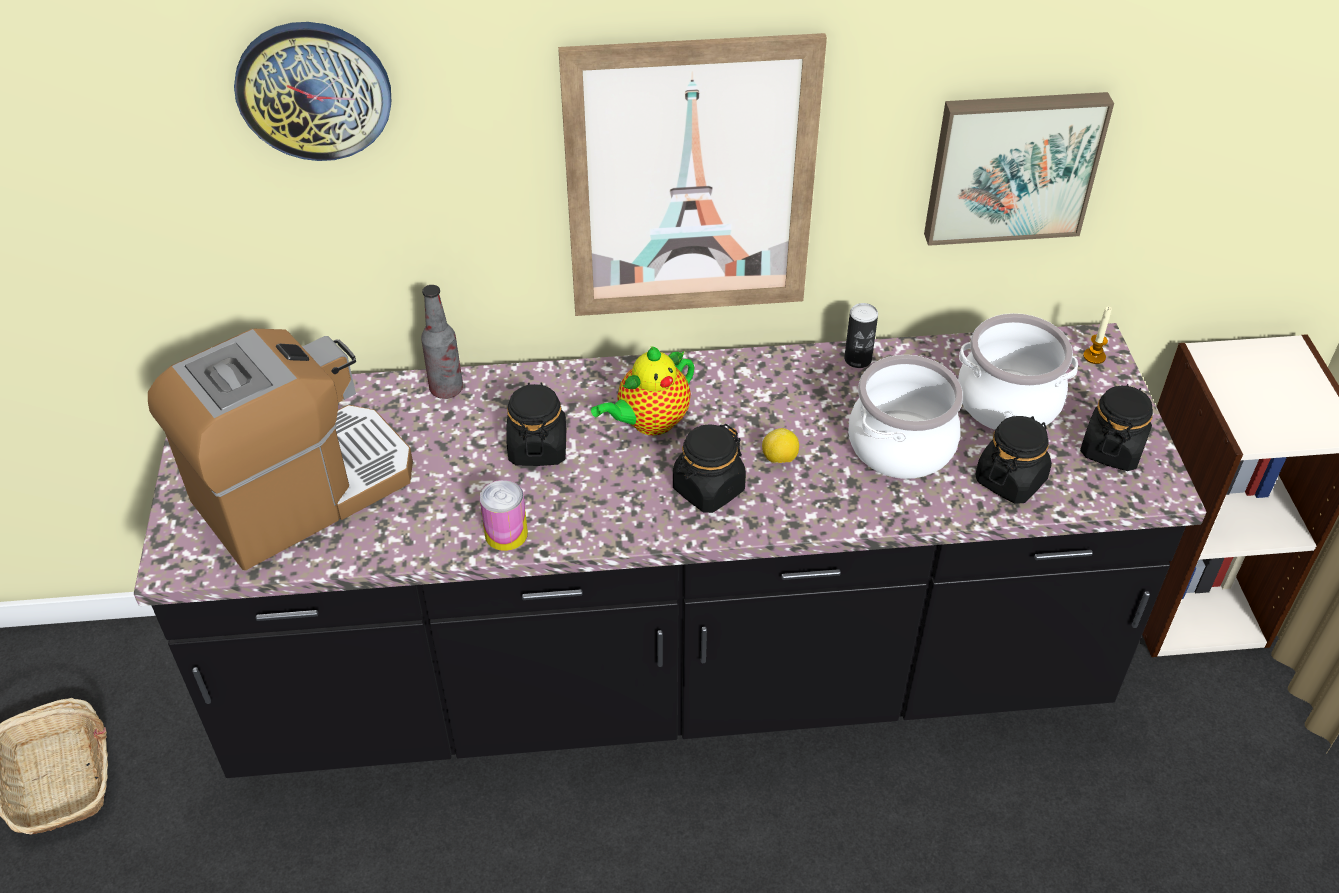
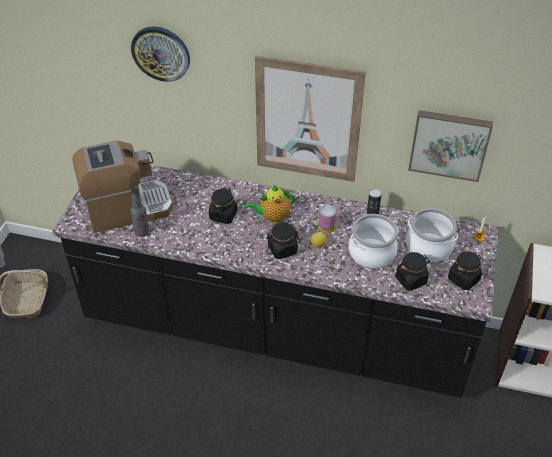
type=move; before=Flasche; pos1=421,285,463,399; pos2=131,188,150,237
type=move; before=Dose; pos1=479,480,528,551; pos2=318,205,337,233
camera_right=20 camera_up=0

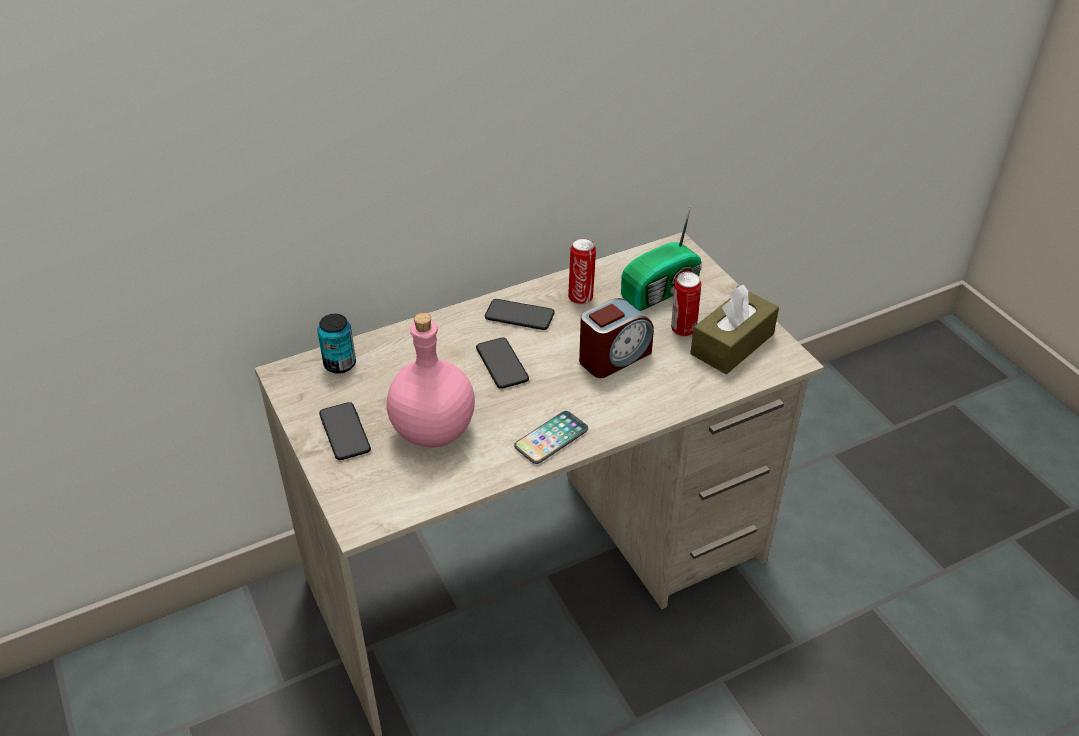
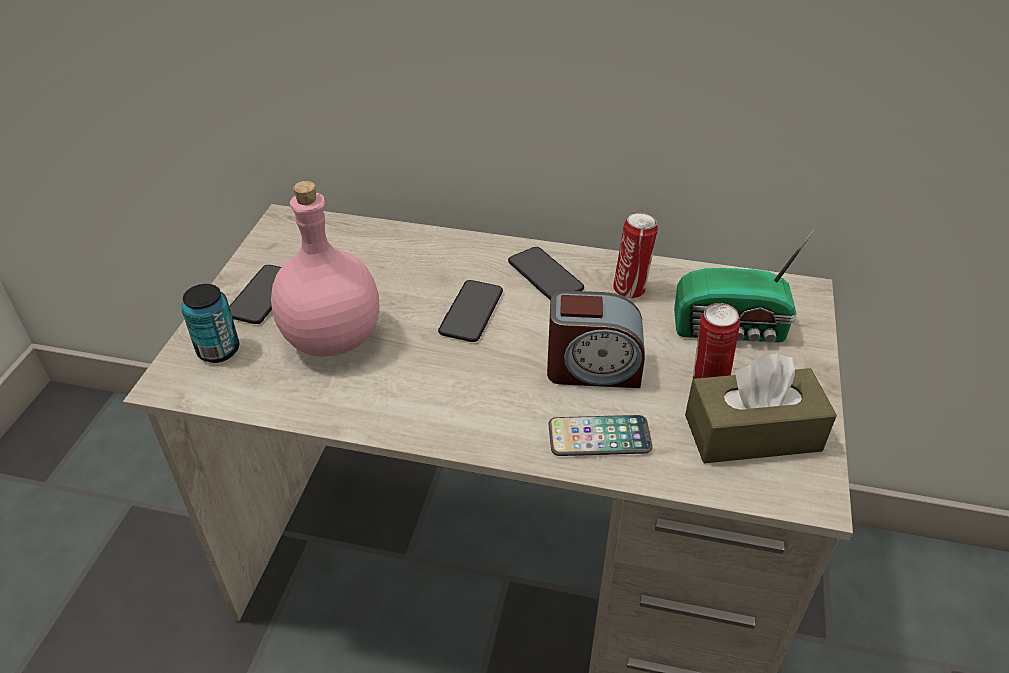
type=move; before=Dose; pos1=317,314,356,374; pos2=181,284,239,363
type=move; before=Handy; pos1=514,411,588,464; pos2=549,415,653,456
camera_right=40 camera_up=0

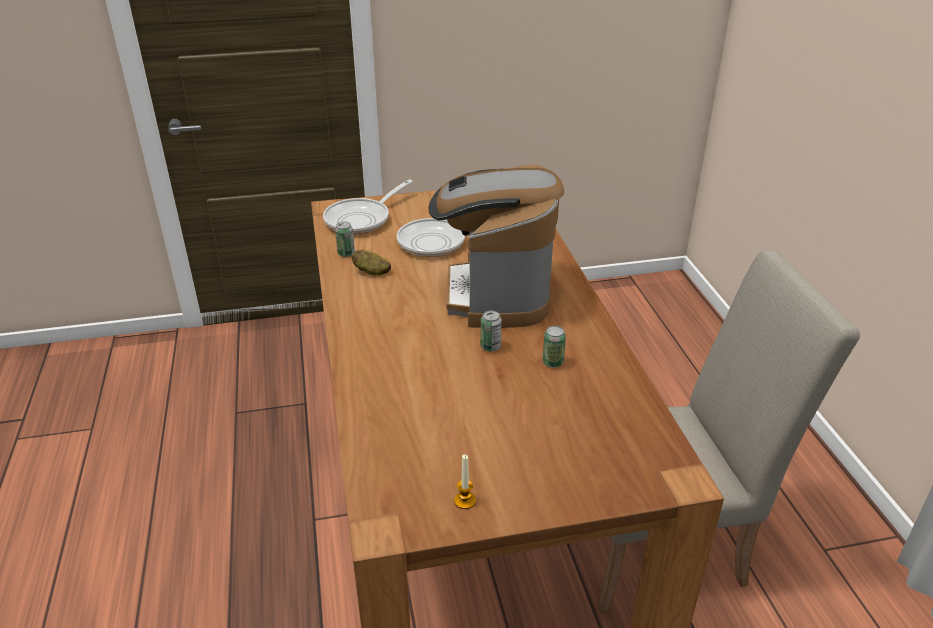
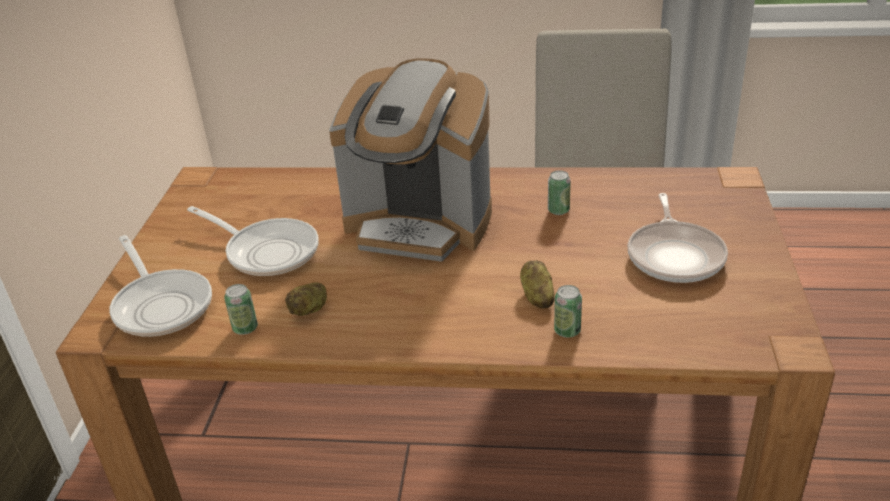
type=move; before=Dose; pos1=480,311,502,352; pos2=554,285,582,338
type=delete; before=Kerze; pos1=454,454,476,509
type=insert; after=Pfanne; pos2=628,193,728,283
type=insert; after=Kartoffel; pos2=520,260,555,308
camera_right=-70 camera_up=0

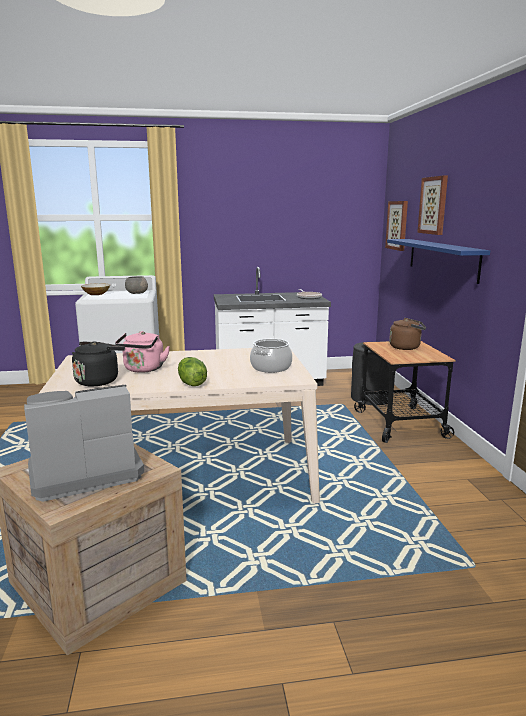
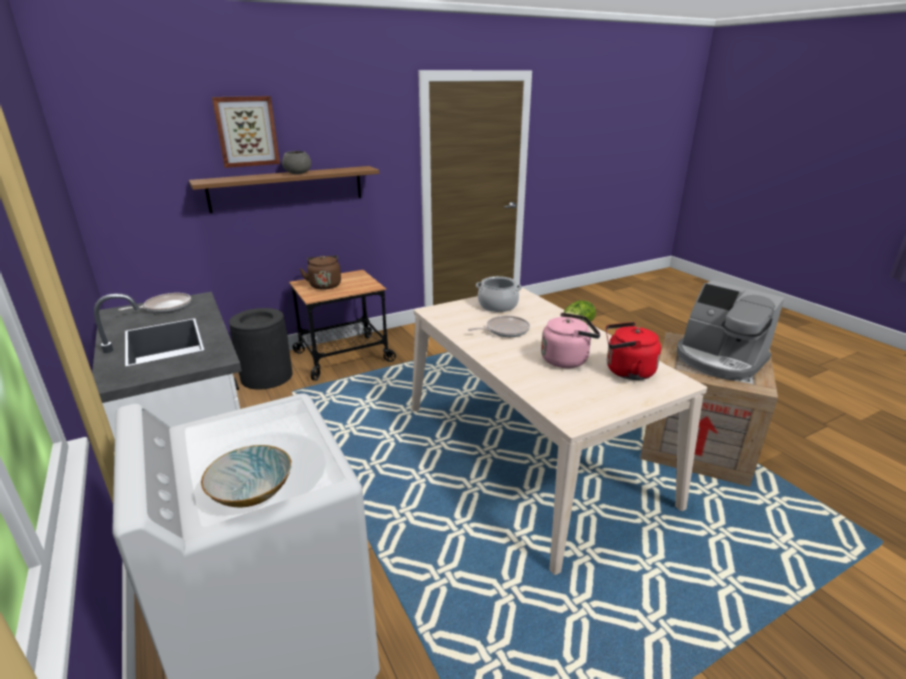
type=delete; before=Bild; pos1=385,201,408,251
type=recolor; before=Wandregal [blau]; after=Wandregal [braun]; pos1=387,239,490,284; pos2=189,166,379,213
type=move; before=Schüssel [grau]; pos1=125,276,148,294; pos2=282,151,311,174
type=recolor; before=Wasserkessel [schwarz]; after=Wasserkessel [rot]; pos1=72,341,125,386; pos2=606,322,661,380
type=insert; after=Pfanne; pos2=468,316,530,337
camera_right=-110 camera_up=10

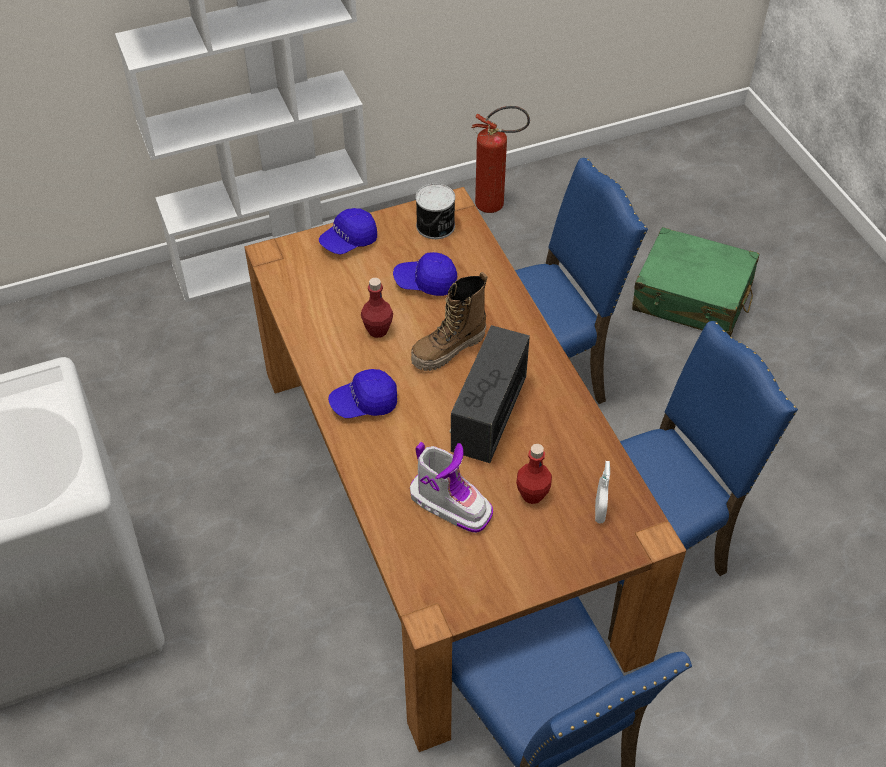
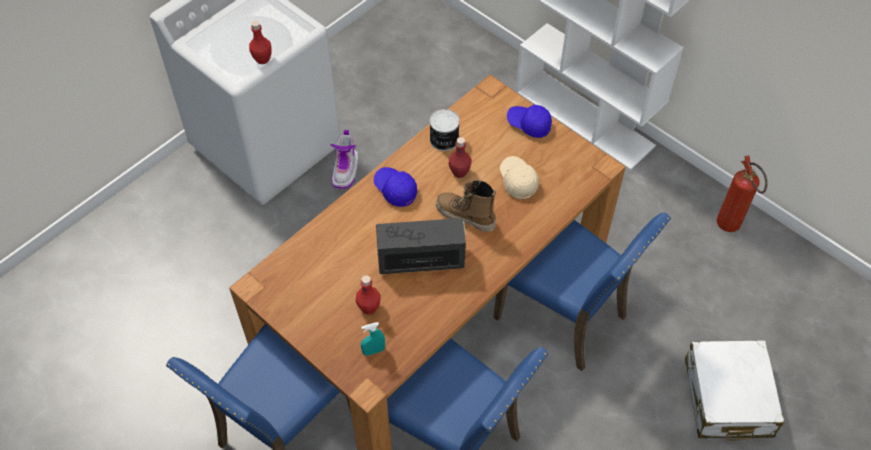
type=move; before=Dose; pos1=416,183,455,239; pos2=430,109,460,151
type=recolor; before=Koffer [grün]; after=Koffer [weiß]; pos1=632,227,759,336; pos2=685,340,784,441
type=recolor; before=Kappe [blau]; after=Kappe [beige]; pos1=393,252,457,296; pos2=500,156,539,199
type=move; before=Stiefel; pos1=410,442,493,533; pos2=330,130,358,189
type=recolor; before=Sprühflasche [weiß]; after=Sprühflasche [türkis]; pos1=595,461,610,524; pos2=361,322,385,356
type=insert; after=Flasche [rot]; pos2=249,21,272,64
camera_right=65 camera_up=5

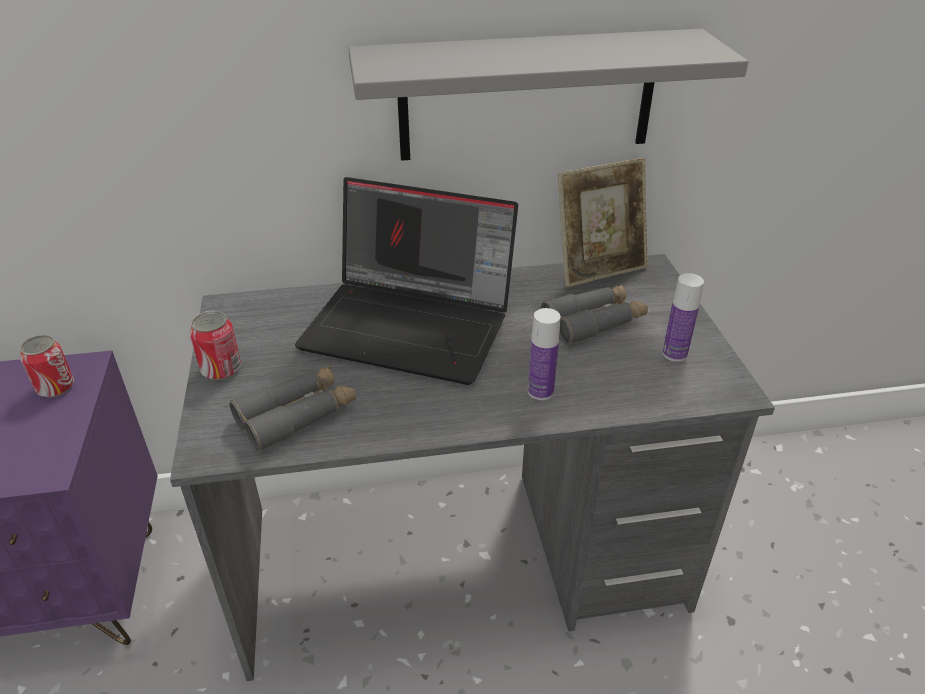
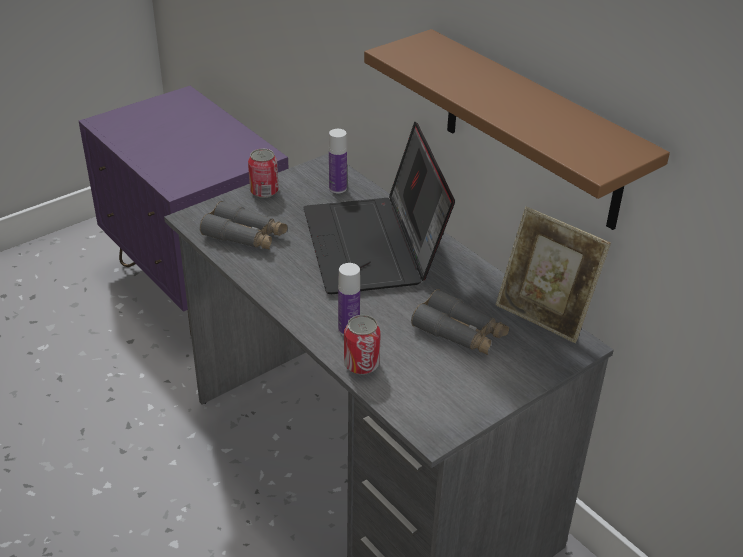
type=recolor; before=Wandregal [grau]; after=Wandregal [braun]; pos1=348,29,748,161; pos2=364,29,670,230
type=move; before=Flasche; pos1=662,273,704,362; pos2=329,129,347,193
type=move; before=Dose; pos1=20,335,74,397; pos2=344,315,381,375
camera_right=60 camera_up=0

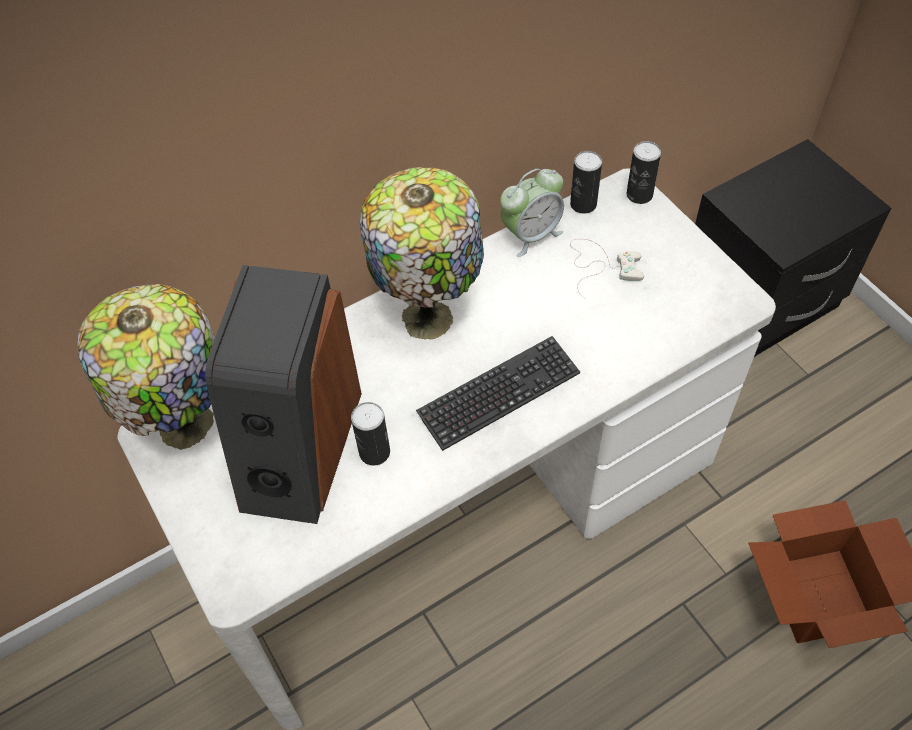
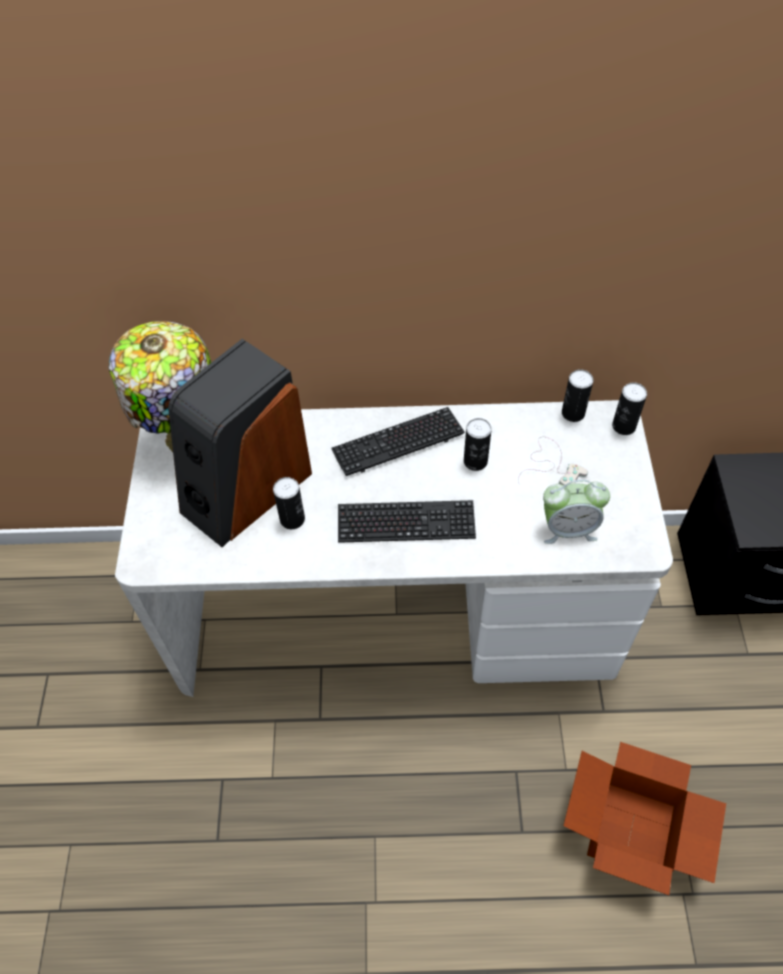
type=replace; before=Tischlampe; after=Tastatur; pos1=360,167,484,340; pos2=331,407,465,476
type=move; before=Wecker; pos1=500,169,564,257; pos2=543,480,610,544
type=insert; after=Dose; pos2=464,418,492,471
camera_right=30 camera_up=0

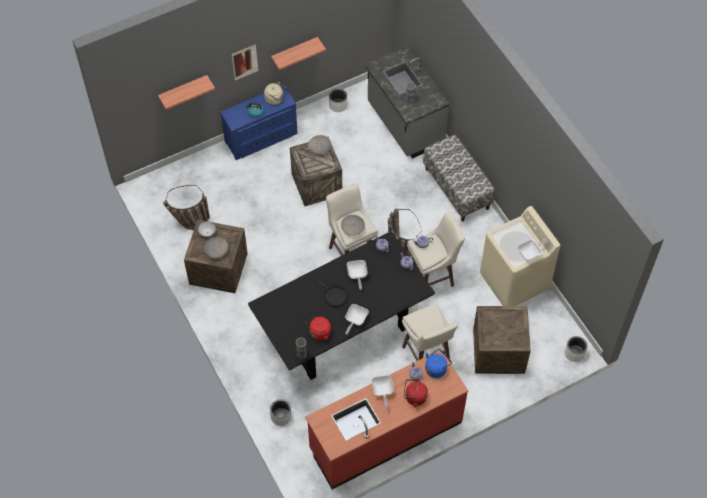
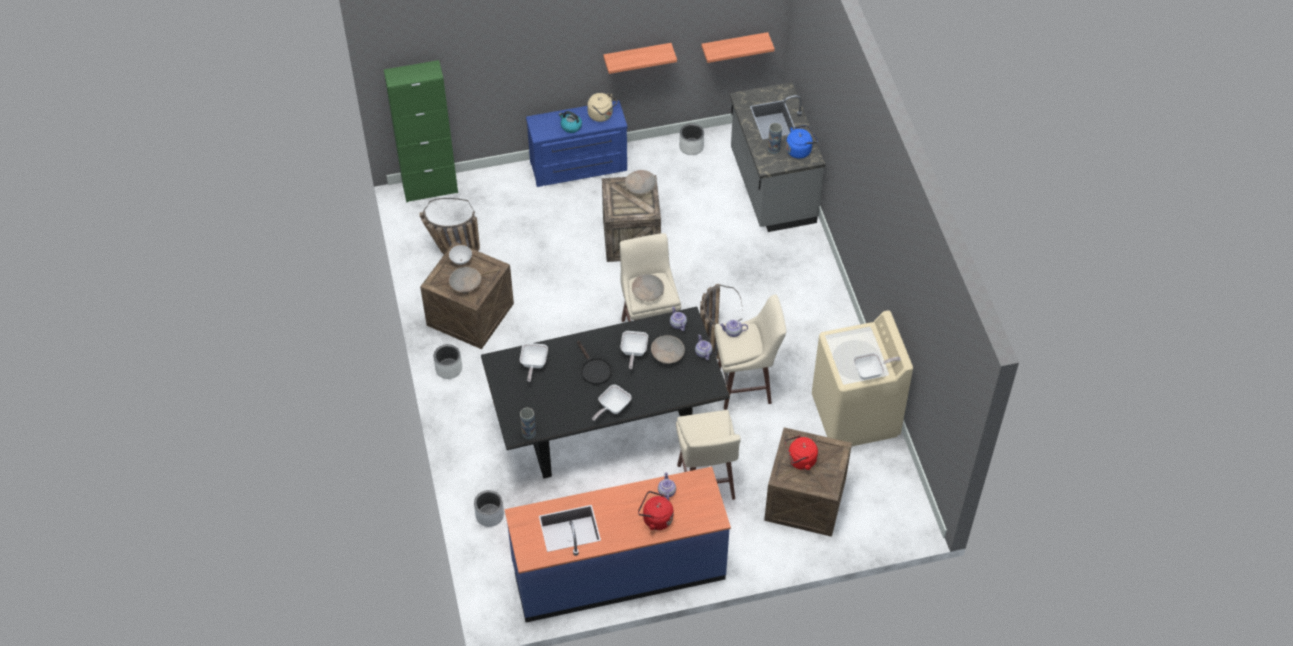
type=delete; before=Bild; pos1=232,44,258,81
type=move; before=Wandregal; pos1=158,75,215,110; pos2=701,32,775,63
type=delete; before=Bank; pos1=423,135,495,222
type=move; before=Wasserkessel [rot]; pos1=305,316,331,340; pos2=785,435,818,470
type=move; before=Pflanzkübel [weiß]; pos1=565,336,588,362; pos2=434,344,462,379
type=recolor; before=Küchenzeile [rot]; after=Küchenzeile [blau]; pos1=305,349,468,489; pos2=504,467,731,622
type=move; before=Wasserkessel [blau]; pos1=425,349,452,378; pos2=786,125,818,159
type=move; before=Pfanne; pos1=372,375,394,409; pos2=520,343,548,382
type=insert; after=Schrank [grün]; pos2=384,60,458,202
type=insert; after=Schüssel [beige]; pos2=651,335,685,364
camera_right=15 camera_up=-5

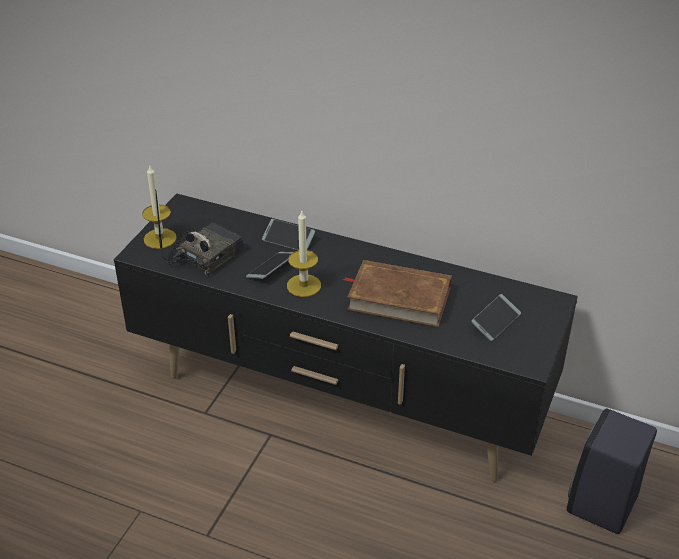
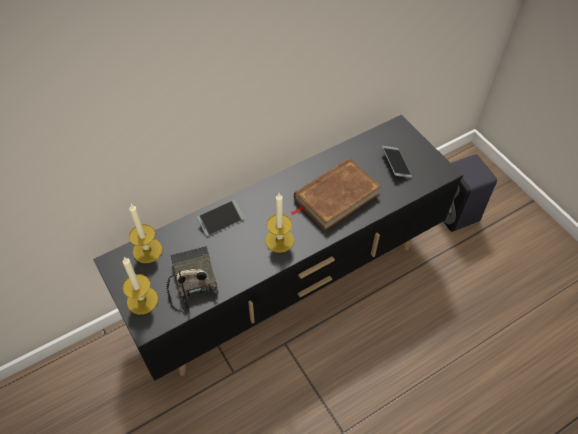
type=delete; before=Handy; pos1=246,252,293,279
type=insert; after=Kerze; pos2=129,204,162,263
camera_right=-55 camera_up=15

